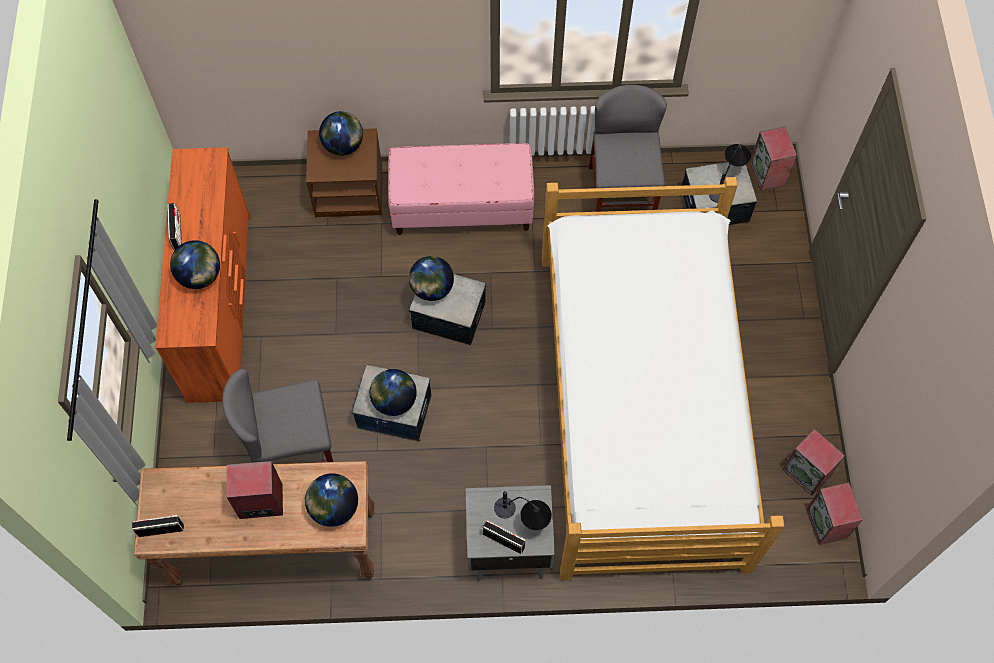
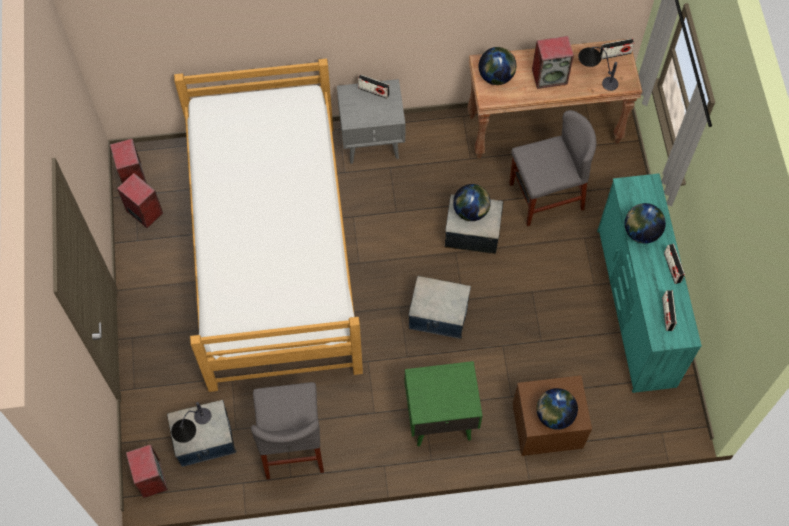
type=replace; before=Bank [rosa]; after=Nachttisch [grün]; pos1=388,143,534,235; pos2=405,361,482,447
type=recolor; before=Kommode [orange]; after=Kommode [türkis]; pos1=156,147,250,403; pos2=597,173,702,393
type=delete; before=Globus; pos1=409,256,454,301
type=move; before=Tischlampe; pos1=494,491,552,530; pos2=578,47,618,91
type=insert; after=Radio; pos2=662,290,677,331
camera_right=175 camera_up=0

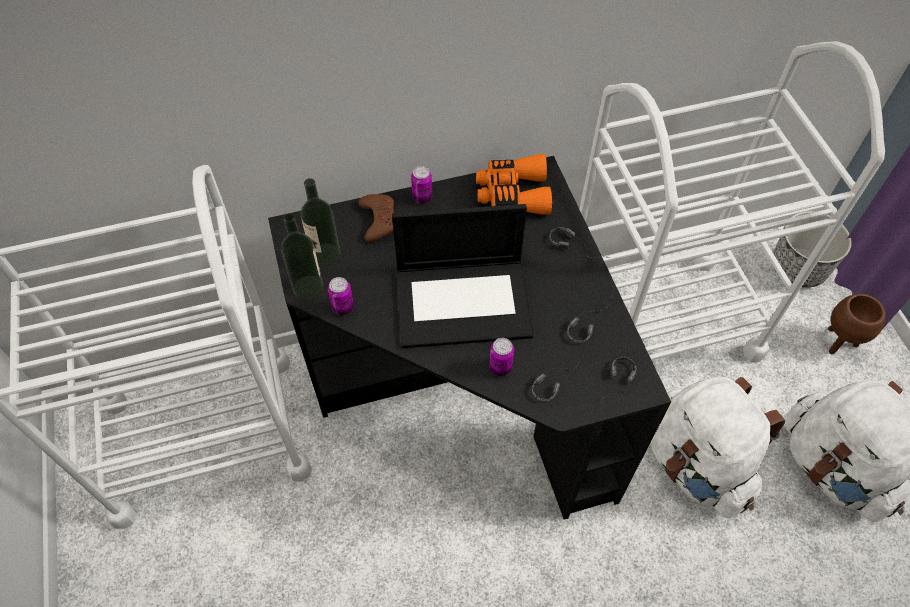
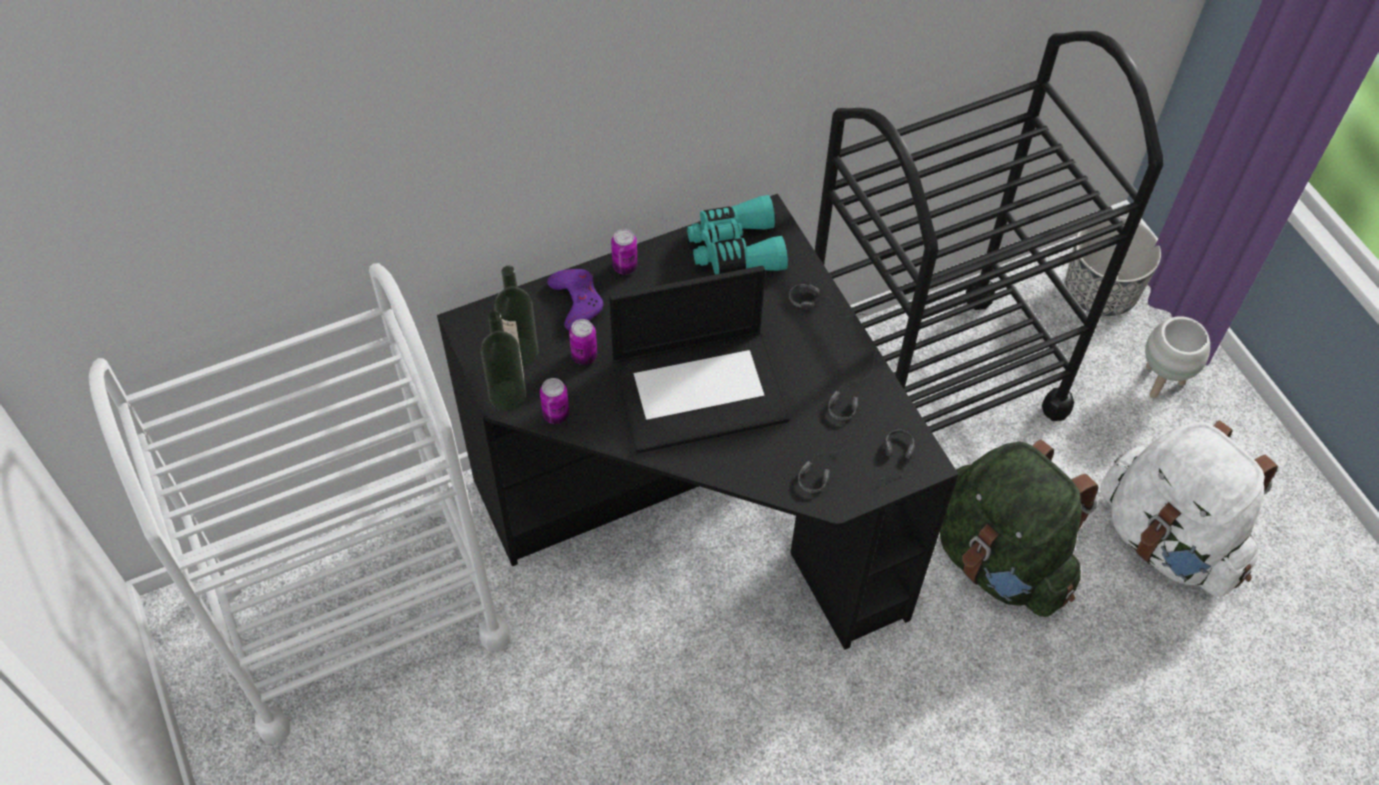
type=recolor; before=Rollwagen [weiß]; after=Rollwagen [schwarz]; pos1=579,41,885,362; pos2=815,31,1163,433
type=recolor; before=Fernglas [orange]; after=Fernglas [türkis]; pos1=476,154,552,215; pos2=687,195,788,275
type=recolor; before=Gamepad [braun]; after=Gamepad [lila]; pos1=359,194,394,243; pos2=547,269,603,330
type=recolor; before=Pflanzkübel [braun]; after=Pflanzkübel [weiß]; pos1=828,294,886,354; pos2=1145,316,1210,398
type=move; before=Dose; pos1=489,338,514,376; pos2=569,319,597,365
type=recolor; before=Rucksack [weiß]; after=Rucksack [grün]; pos1=651,377,785,518; pos2=940,439,1098,617
camera_right=-10 camera_up=0

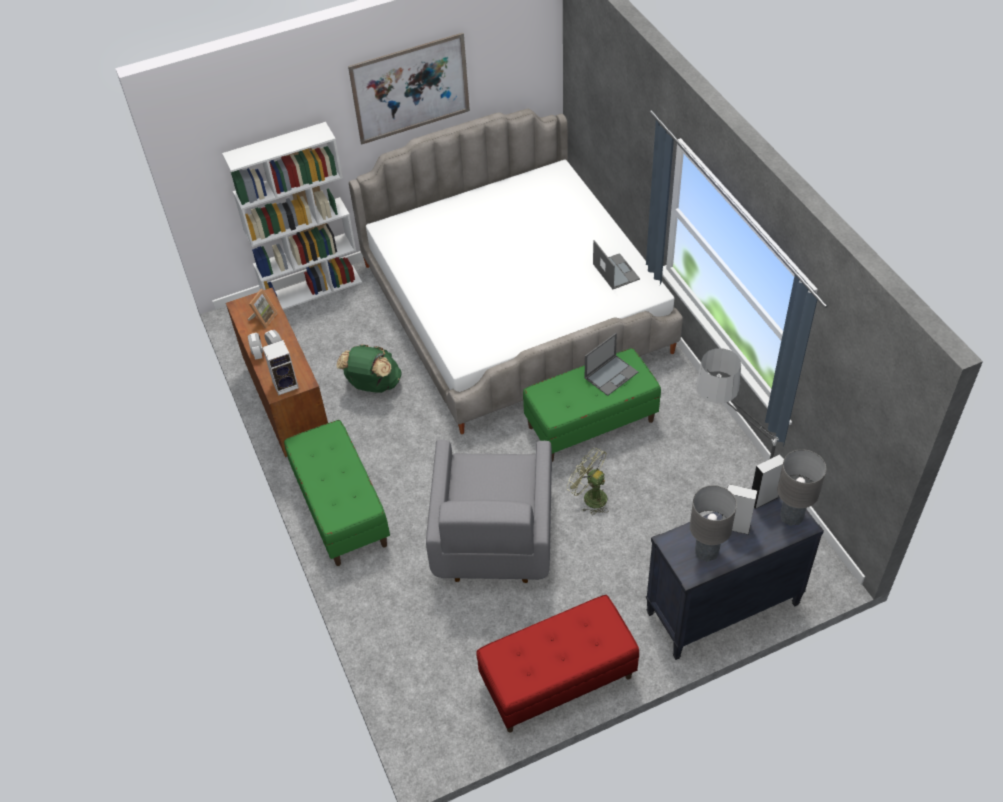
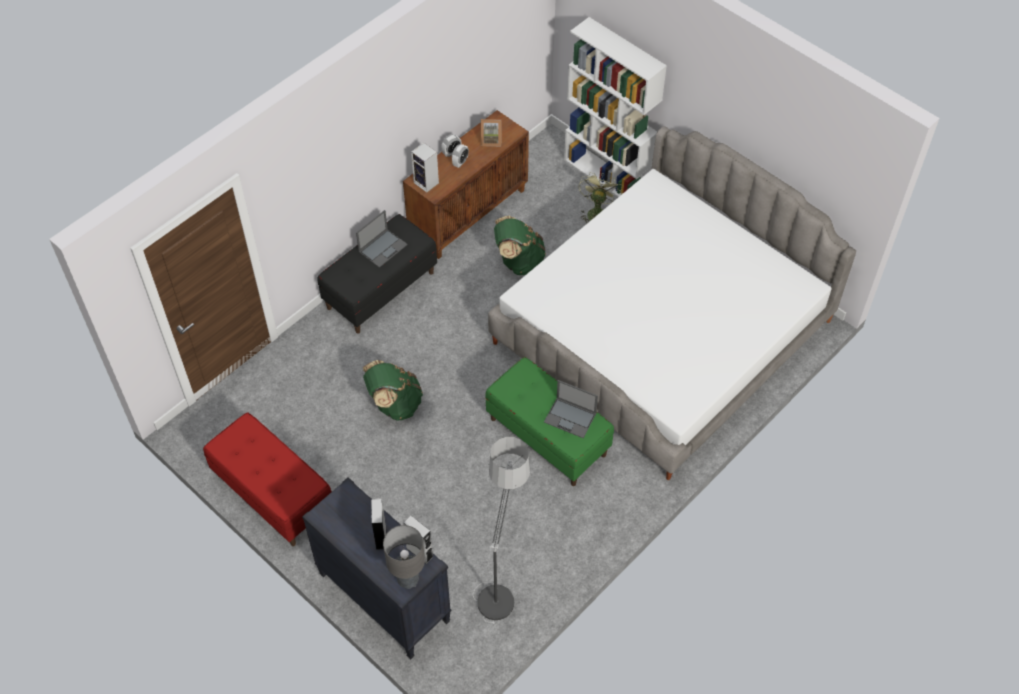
type=delete; before=Bild; pos1=348,33,470,144
type=move; before=Laptop; pos1=593,240,640,289; pos2=356,210,408,268
type=recolor; before=Bank [grün]; after=Bank [schwarz]; pos1=284,420,390,566; pos2=317,214,437,333
type=replace; before=Sessel [grau]; after=Rucksack [grün]; pos1=426,440,552,583; pos2=363,360,423,421
type=move; before=Ventilator [grün]; pos1=567,448,608,515; pos2=579,173,622,223
type=delete; before=Tischlampe [grau]; pos1=690,485,737,562
camera_right=65 camera_up=5

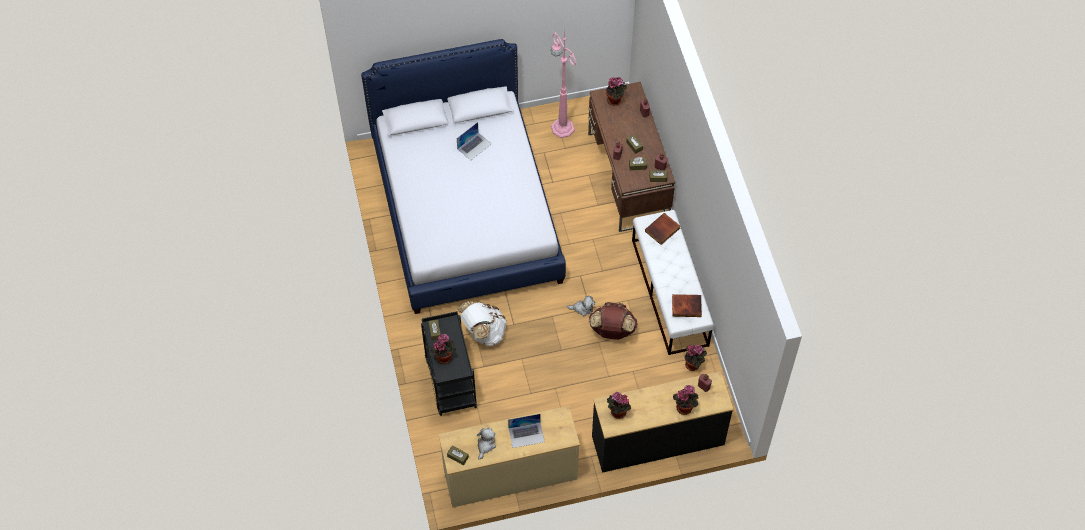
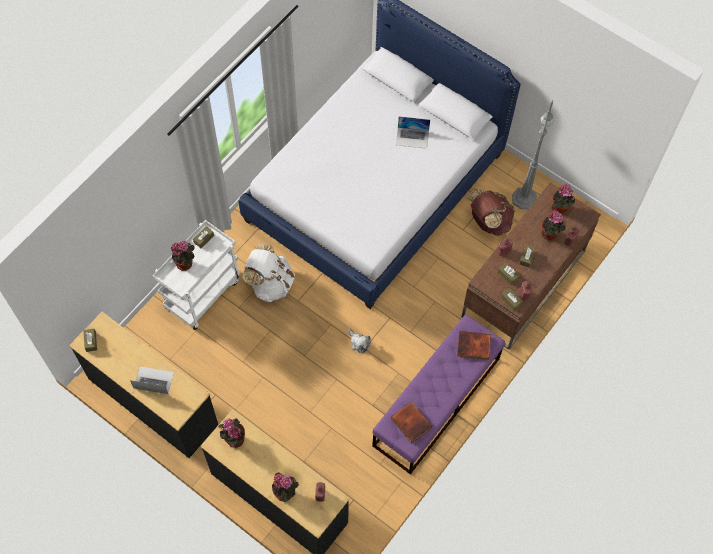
type=recolor; before=Stehlampe [rosa]; after=Stehlampe [grau]; pos1=550,30,577,138; pos2=512,100,554,209
type=recolor; before=Bank [weiß]; after=Bank [lila]; pos1=632,210,714,355; pos2=372,315,505,475
type=move; before=Rucksack [braun]; pos1=589,302,638,340; pos2=467,189,515,236
type=recolor; before=Rollwagen [schwarz]; after=Rollwagen [weiß]; pos1=421,311,477,416; pos2=153,220,241,330
type=move; before=Topfpflanze; pos1=685,344,707,371; pos2=542,210,566,240
type=recolor; before=Kommode [beige]; after=Kommode [schwarz]; pos1=438,406,580,508; pos2=69,312,218,458
type=rotate; before=Laptop; pos1=508,414,545,448; pos2=130,366,174,394; turn=150
type=delete; before=Plüschtier; pos1=477,428,496,460
camera_right=50 camera_up=5

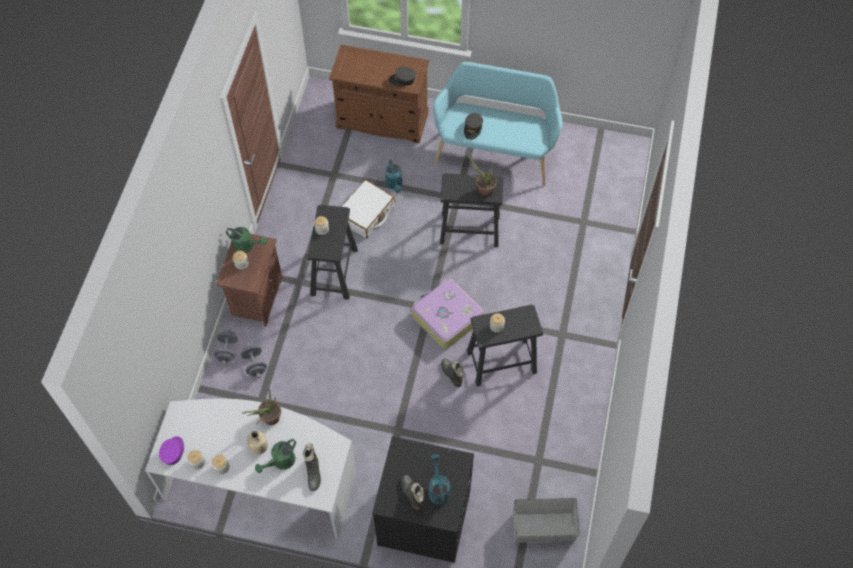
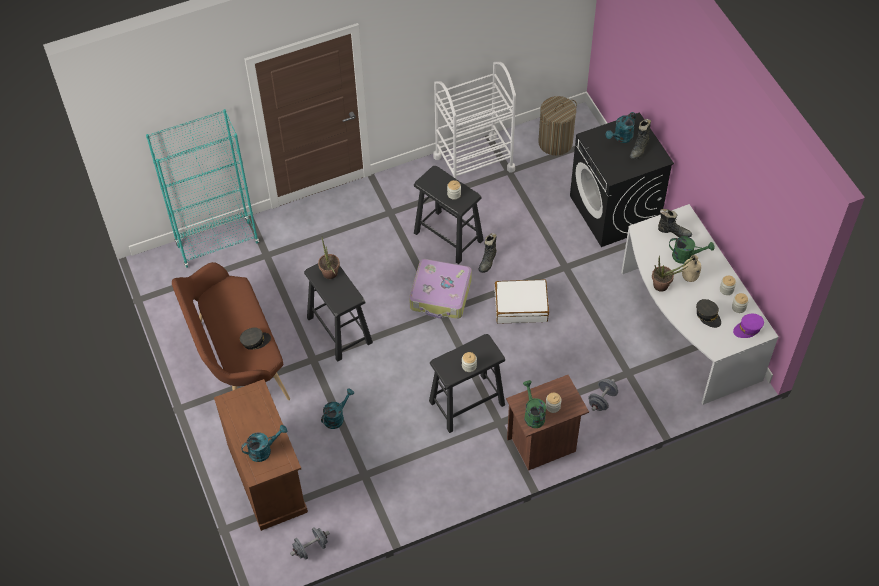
type=recolor; before=Bank [türkis]; after=Bank [braun]; pos1=433,62,563,186; pos2=172,262,290,400
type=move; before=Kappe [grau]; pos1=389,67,416,86; pos2=696,299,721,328
type=move; before=Koffer [weiß]; pos1=341,180,395,238; pos2=495,279,549,323
type=move; before=Hantel [grau]; pos1=214,328,238,365; pos2=290,527,330,559
type=rotate; before=Stiefel [schwarz]; pos1=303,443,321,491; pos2=658,209,692,237; turn=60
type=replace; before=Aufbewahrungsbox [grau]; after=Wäschekorb; pos1=512,498,580,542; pos2=539,96,577,156
type=insert; after=Rollwagen [weiß]; pos2=433,62,516,179
type=insert; after=Bücherregal [türkis]; pos2=146,109,259,268
type=insert; after=Gießkanne [türkis]; pos2=241,425,287,462
camera_right=-125 camera_up=-5

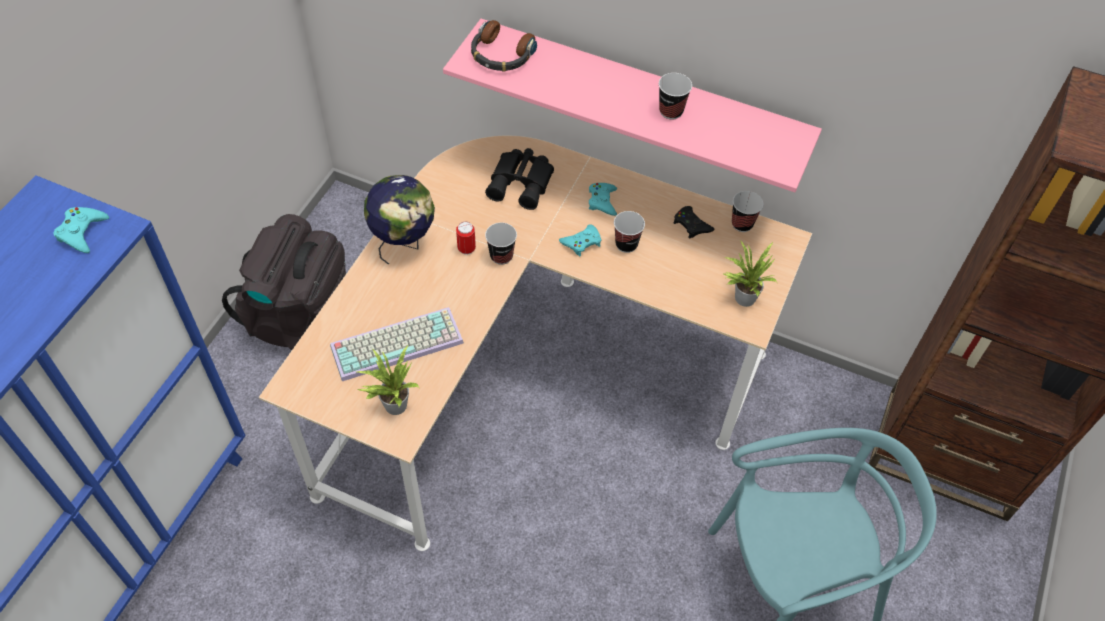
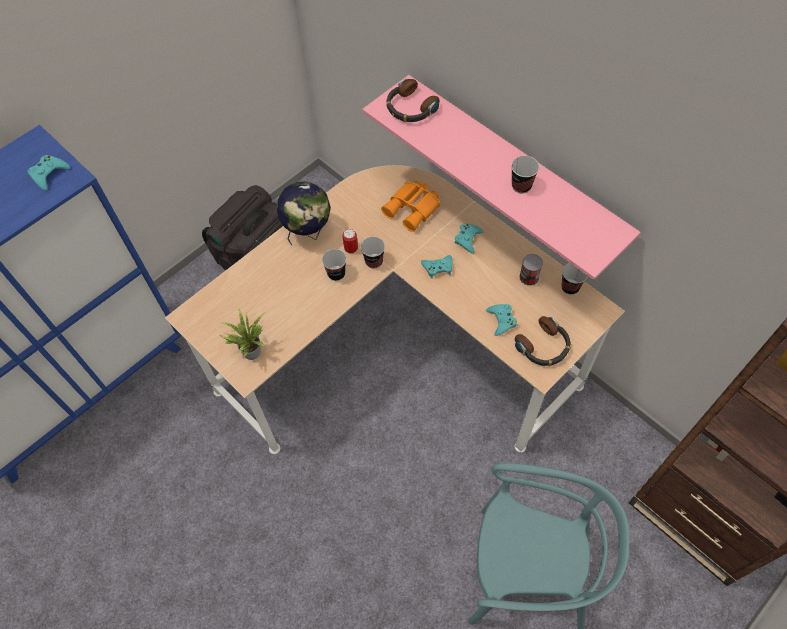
type=recolor; before=Fernglas [schwarz]; after=Fernglas [orange]; pos1=485,148,554,210; pos2=381,181,440,232
type=replace; before=Gamepad [schwarz]; after=Dose; pos1=673,206,715,239; pos2=519,254,543,286
type=move; before=Tasse; pos1=614,211,645,253; pos2=322,249,347,281
type=replace; before=Topfpflanze; after=Kopfhörer; pos1=724,240,777,307; pos2=515,316,571,366
type=delete; before=Tastatur; pos1=330,307,464,381
type=insert; after=Gamepad [türkis]; pos2=486,304,517,336
camera_right=25 camera_up=5

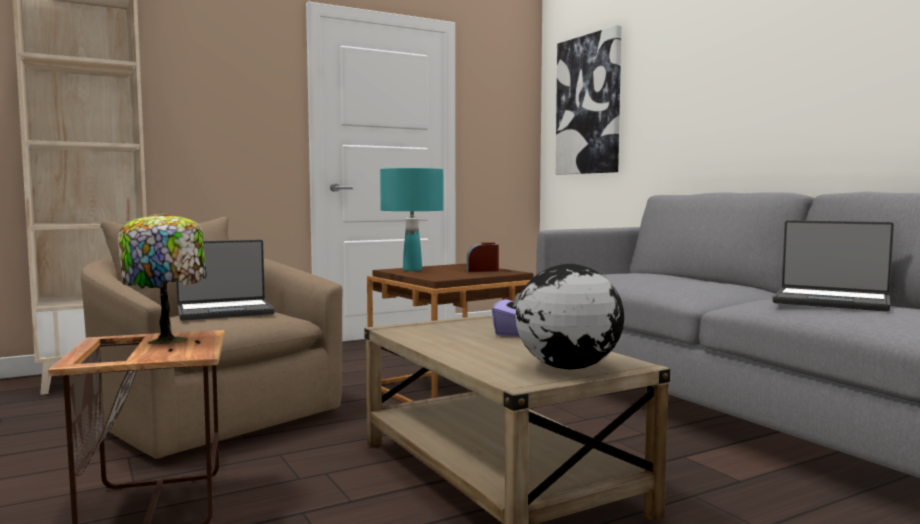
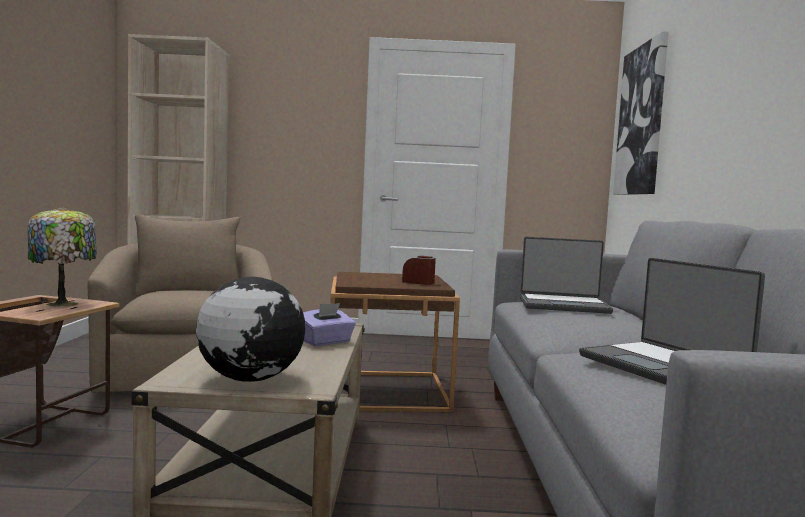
type=delete; before=Tischlampe [türkis]; pos1=380,168,443,271
type=move; before=Laptop; pos1=176,240,275,321; pos2=520,237,613,314
camera_right=30 camera_up=0

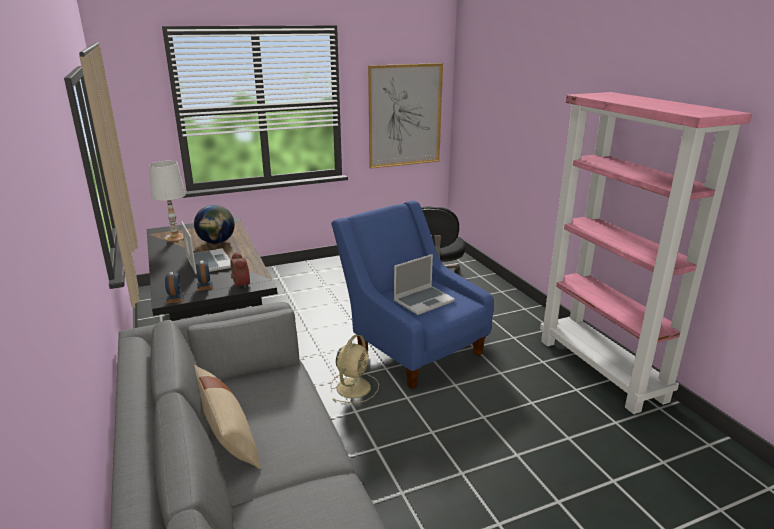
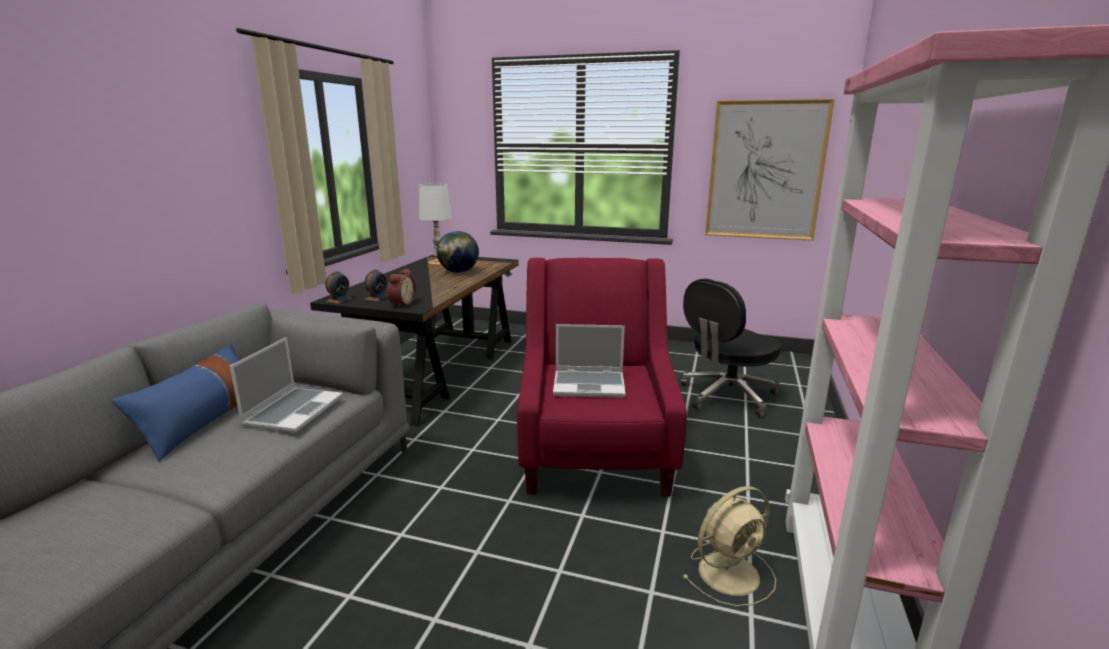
type=recolor; before=Sessel [blau]; after=Sessel [rot]; pos1=331,201,494,389; pos2=517,258,687,496
type=move; before=Laptop; pos1=181,221,231,275; pos2=230,337,343,432
type=move; before=Ventilator [beige]; pos1=331,335,379,403; pos2=682,486,776,607
type=recolor; before=Kissen [beige]; after=Kissen [blau]; pos1=194,364,261,469; pos2=111,345,240,461
camera_right=40 camera_up=-5

